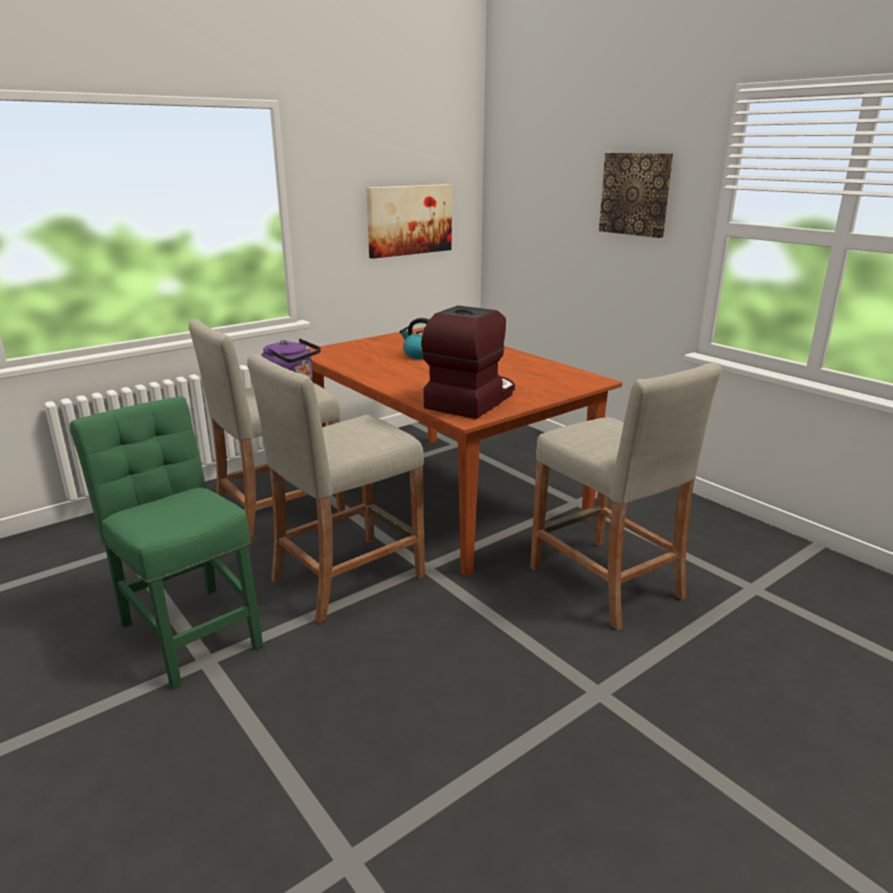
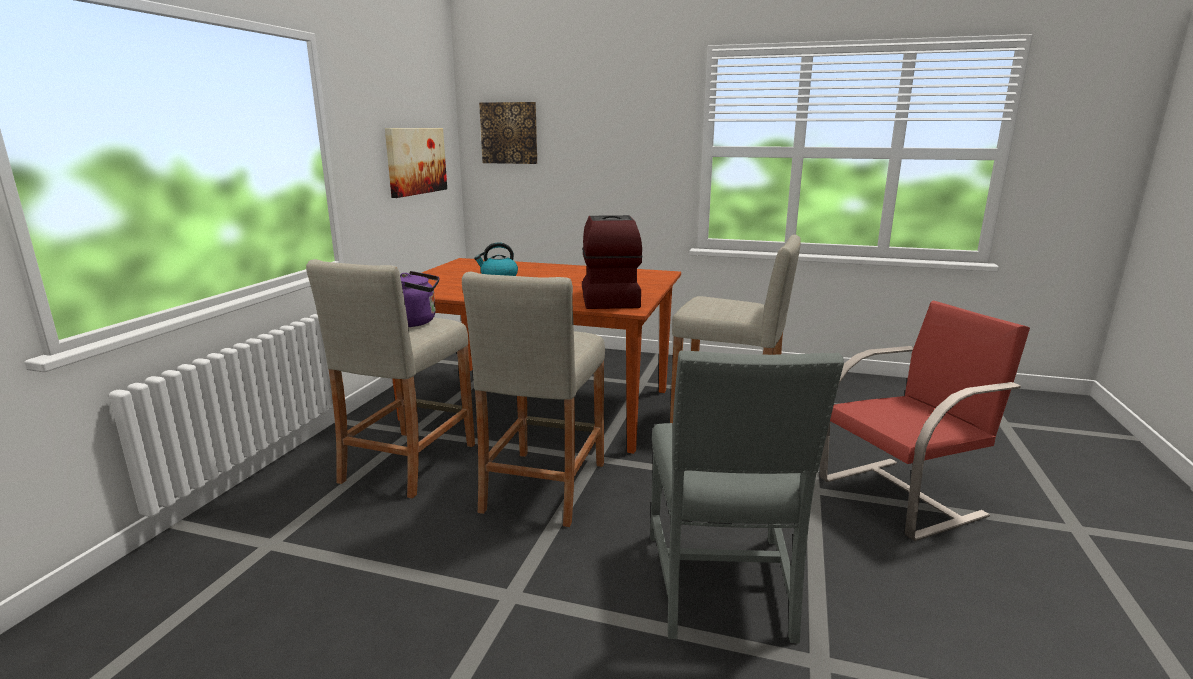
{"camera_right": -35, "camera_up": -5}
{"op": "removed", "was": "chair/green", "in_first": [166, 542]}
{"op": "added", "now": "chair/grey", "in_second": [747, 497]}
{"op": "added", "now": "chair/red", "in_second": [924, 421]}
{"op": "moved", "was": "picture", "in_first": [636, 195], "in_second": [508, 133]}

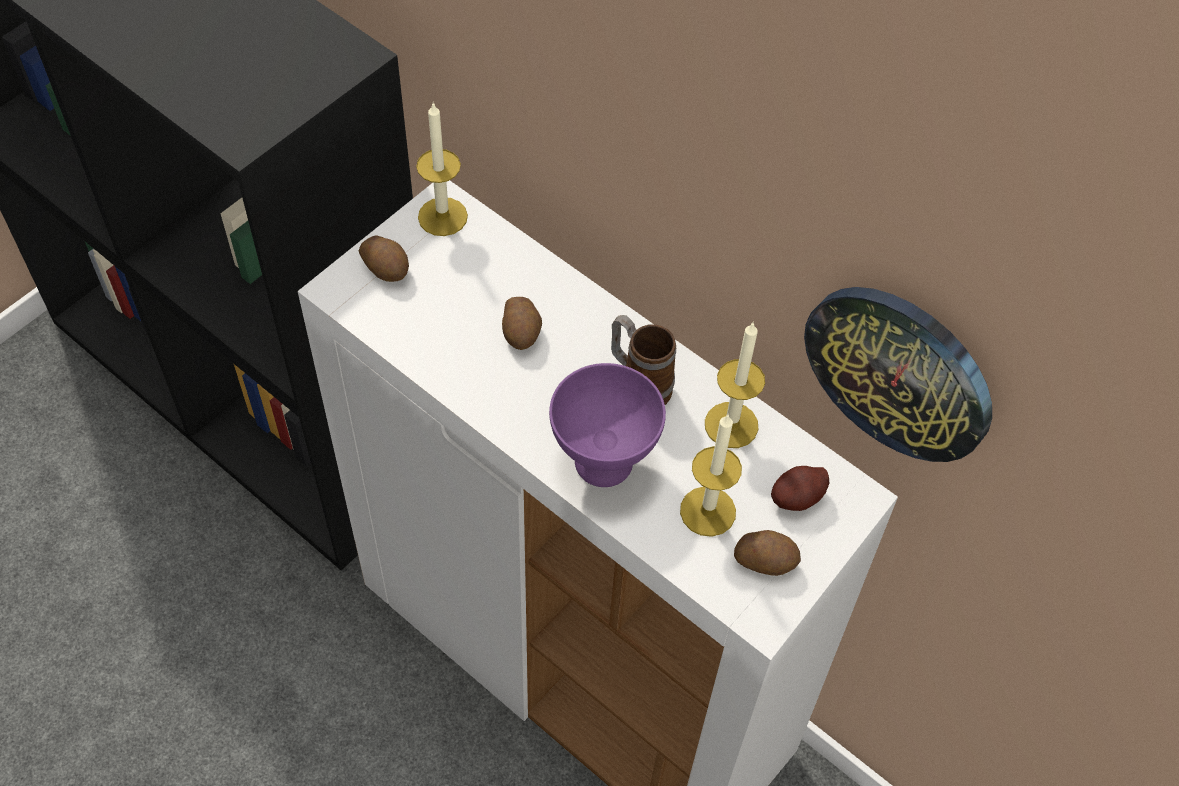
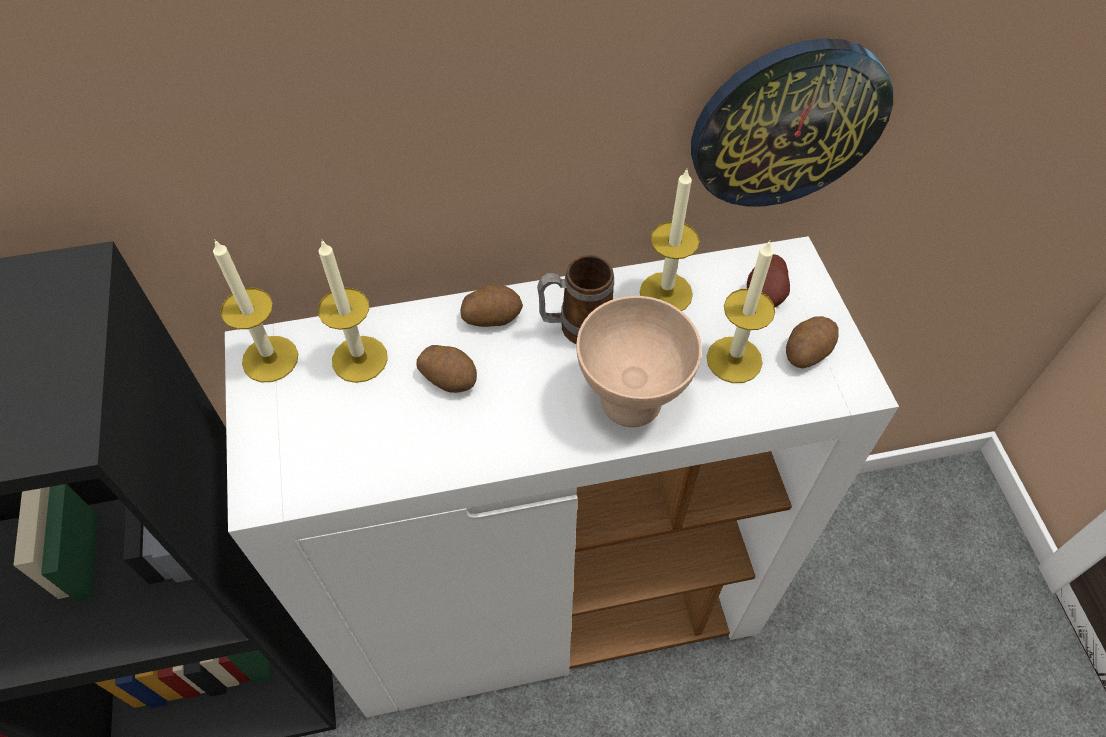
{"camera_right": -50, "camera_up": 0}
{"op": "added", "now": "candle", "in_second": [353, 311]}
{"op": "moved", "was": "potato", "in_first": [384, 258], "in_second": [491, 306]}
{"op": "recoloured", "was": "bowl/purple", "now": "bowl/beige", "in_first": [607, 425], "in_second": [639, 361]}

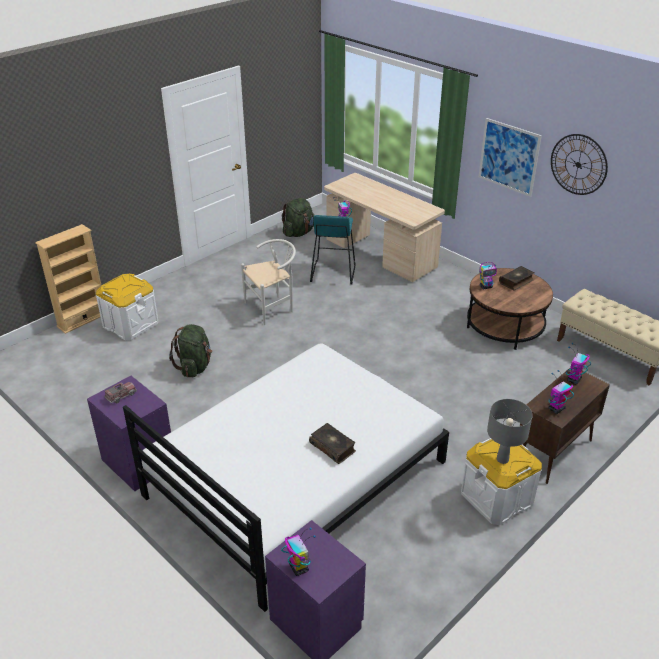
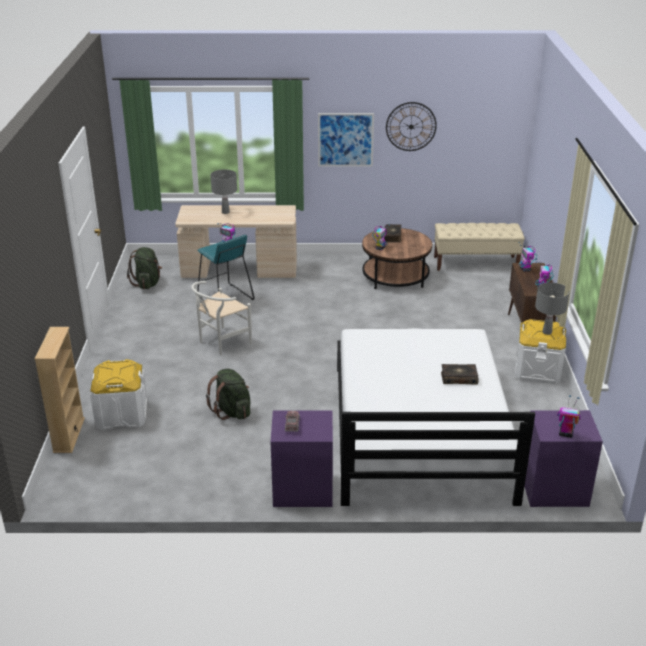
{"camera_right": -45, "camera_up": -5}
{"op": "added", "now": "table lamp/grey", "in_second": [224, 191]}
{"op": "turned", "was": "chair/white", "in_first": [268, 282], "in_second": [221, 318], "clockwise": -150}

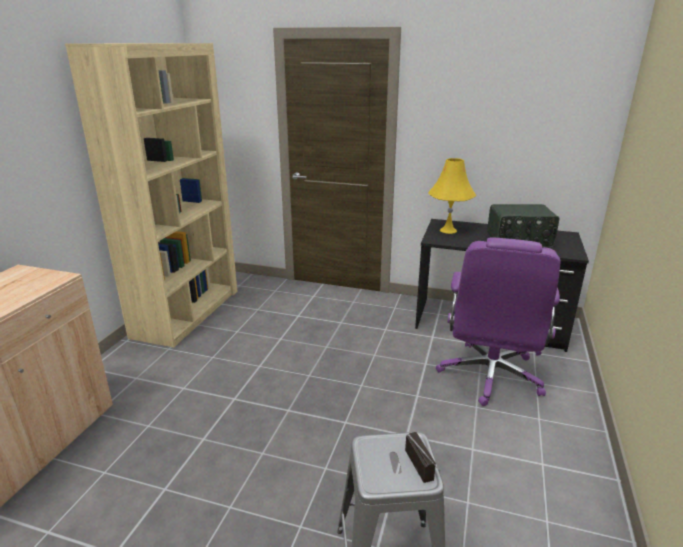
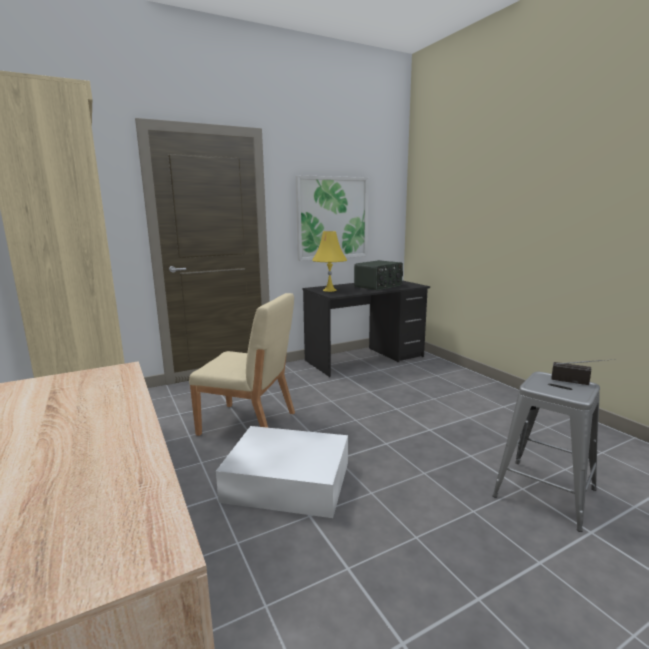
{"camera_right": -45, "camera_up": -10}
{"op": "removed", "was": "office chair/purple", "in_first": [498, 322]}
{"op": "added", "now": "chair/beige", "in_second": [242, 364]}
{"op": "added", "now": "storage box/white", "in_second": [282, 472]}
{"op": "added", "now": "picture", "in_second": [332, 218]}

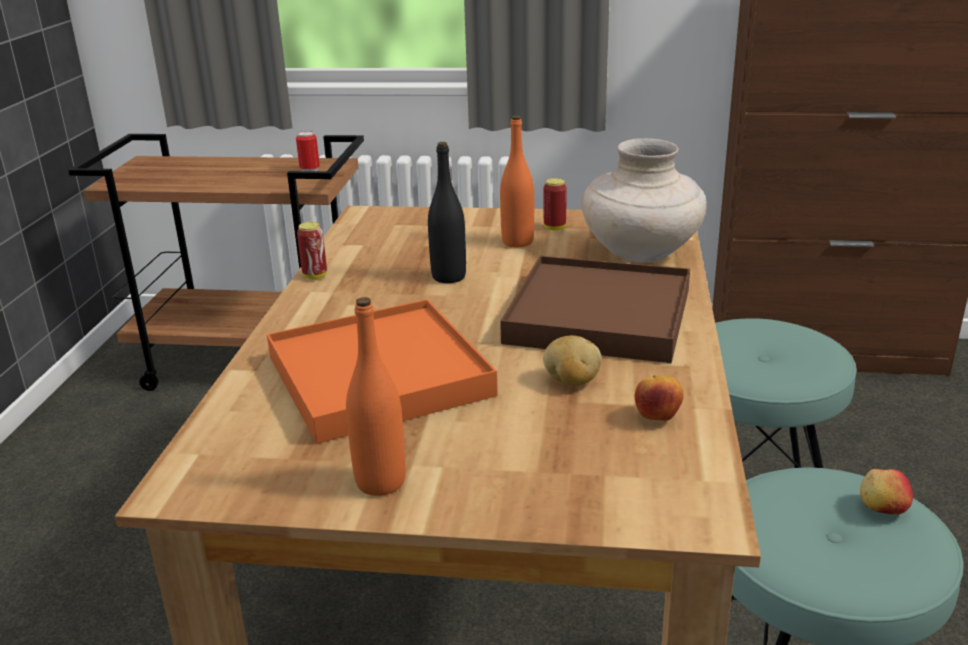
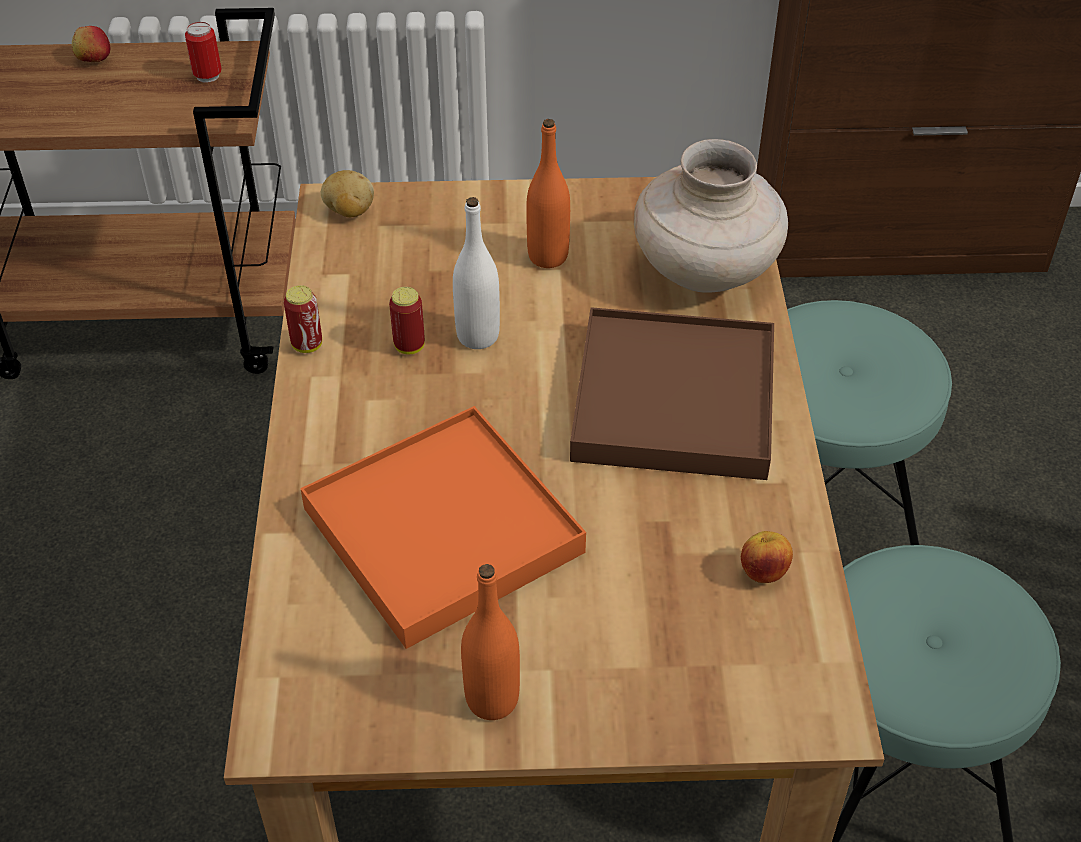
{"camera_right": -10, "camera_up": 20}
{"op": "moved", "was": "potato", "in_first": [572, 360], "in_second": [347, 193]}
{"op": "moved", "was": "can", "in_first": [555, 204], "in_second": [407, 320]}
{"op": "moved", "was": "apple", "in_first": [886, 491], "in_second": [91, 44]}
{"op": "recoloured", "was": "bottle/black", "now": "bottle/white", "in_first": [447, 212], "in_second": [476, 273]}

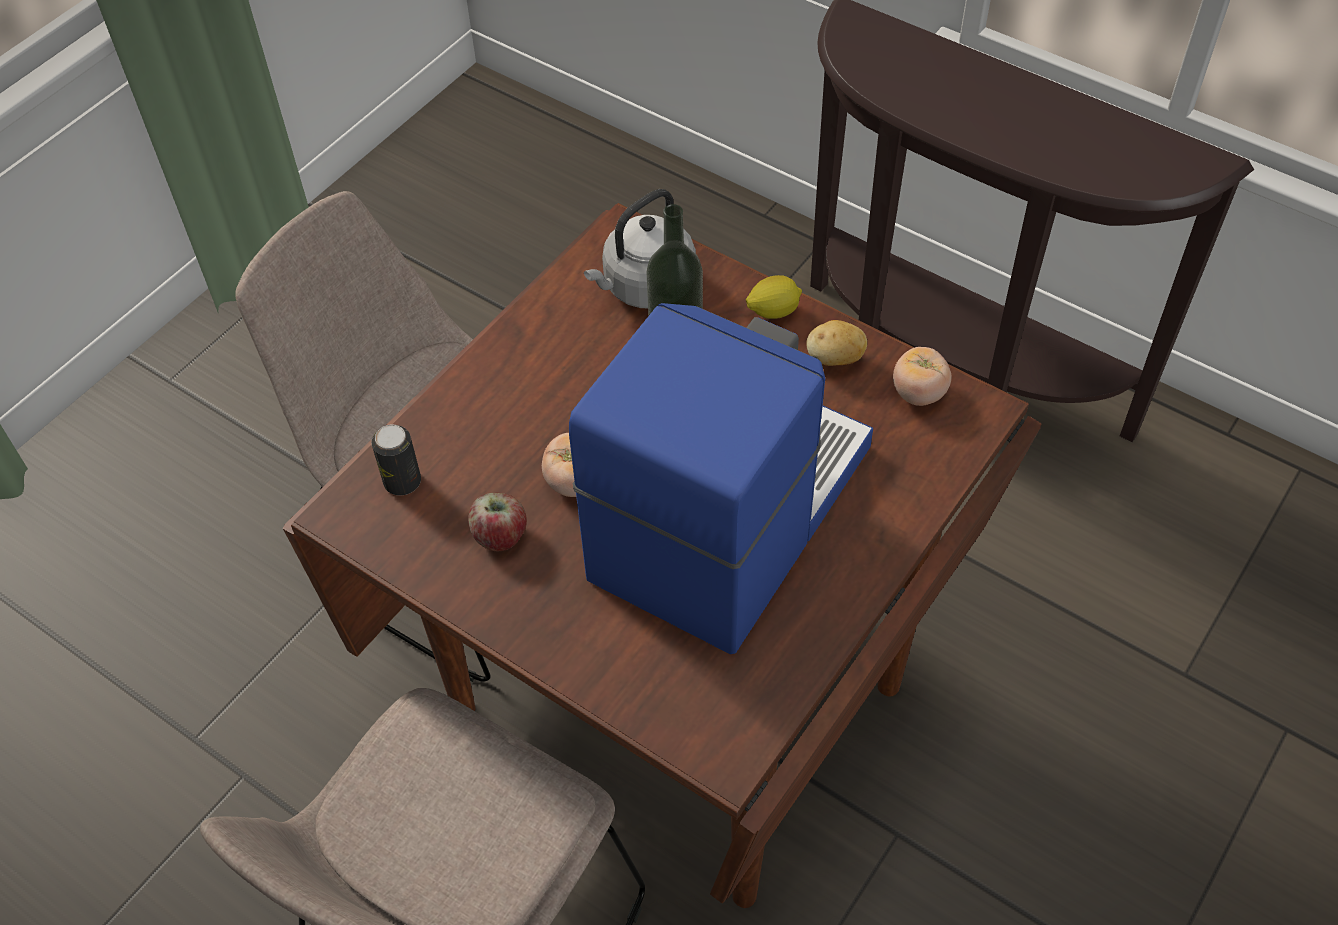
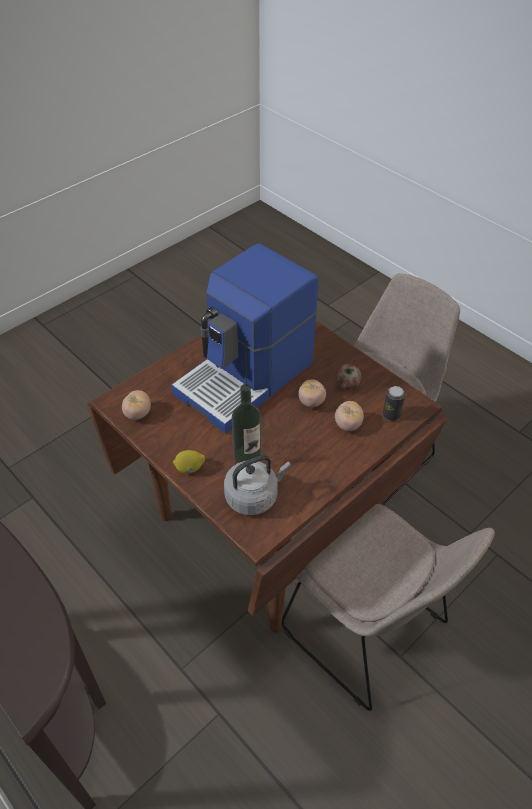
{"camera_right": -170, "camera_up": -5}
{"op": "removed", "was": "potato", "in_first": [836, 343]}
{"op": "added", "now": "tomato", "in_second": [349, 416]}

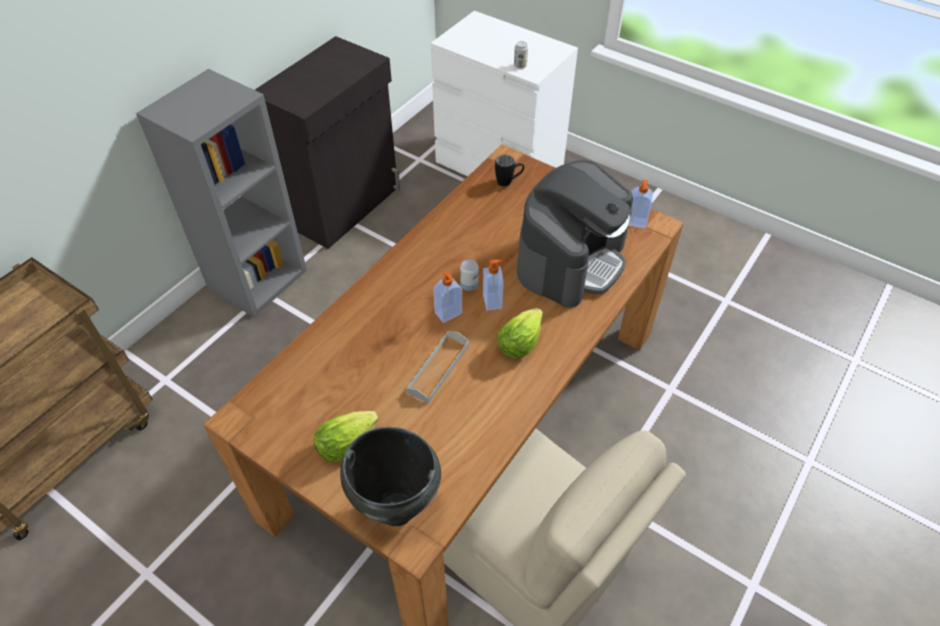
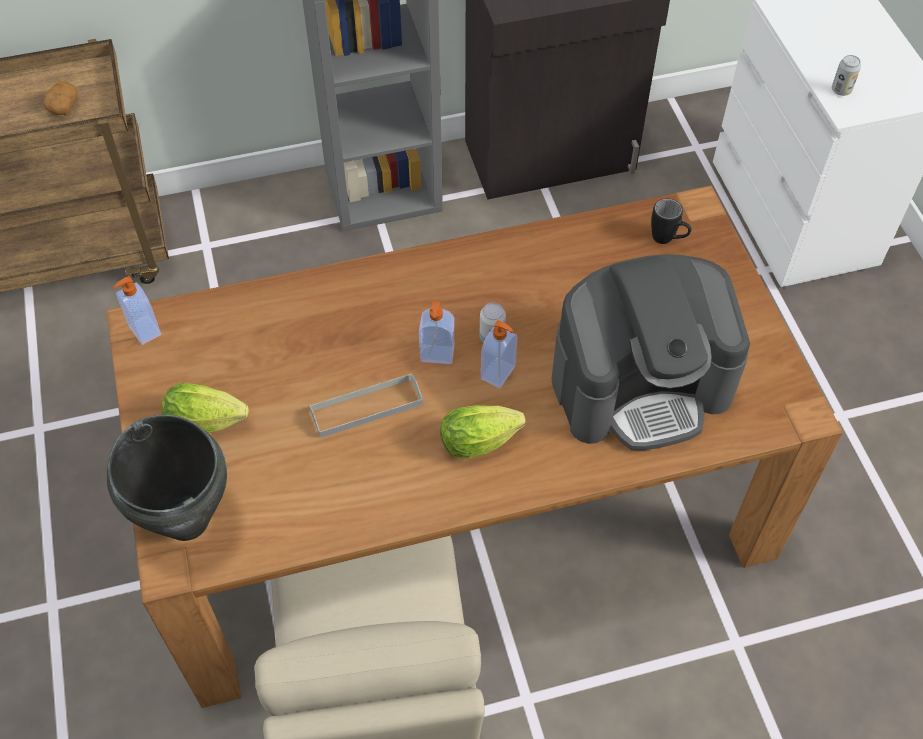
{"camera_right": 40, "camera_up": 5}
{"op": "added", "now": "potato", "in_second": [60, 98]}
{"op": "moved", "was": "soap dispenser", "in_first": [641, 203], "in_second": [137, 310]}

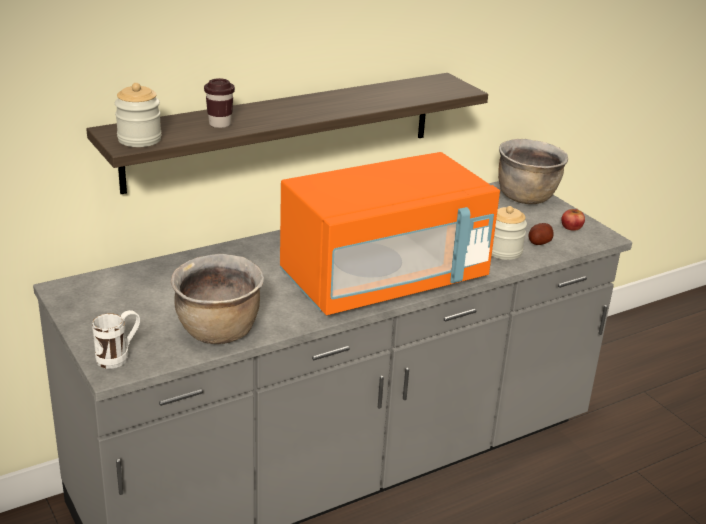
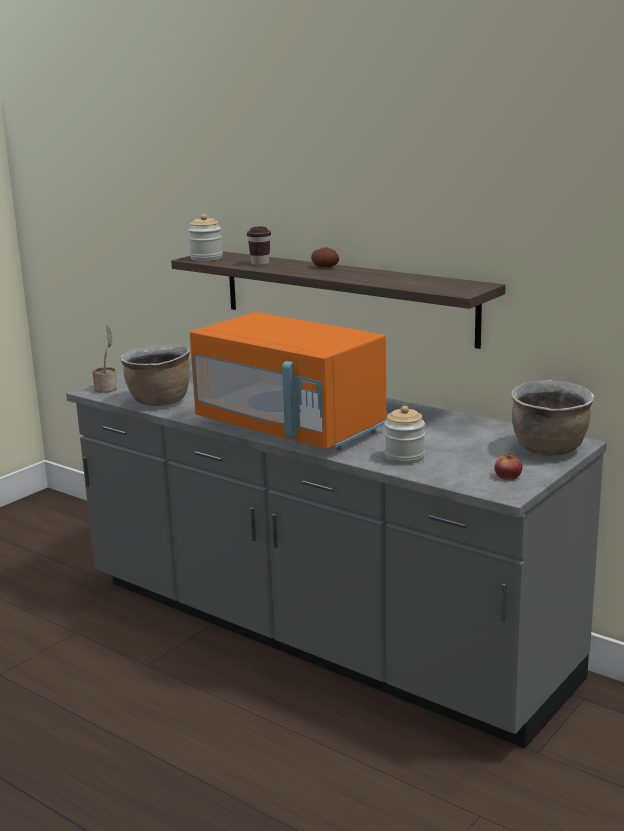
{"camera_right": 70, "camera_up": -10}
{"op": "moved", "was": "potato", "in_first": [541, 234], "in_second": [325, 257]}
{"op": "replaced", "was": "mug/white", "now": "potted plant", "in_first": [116, 339], "in_second": [105, 359]}

